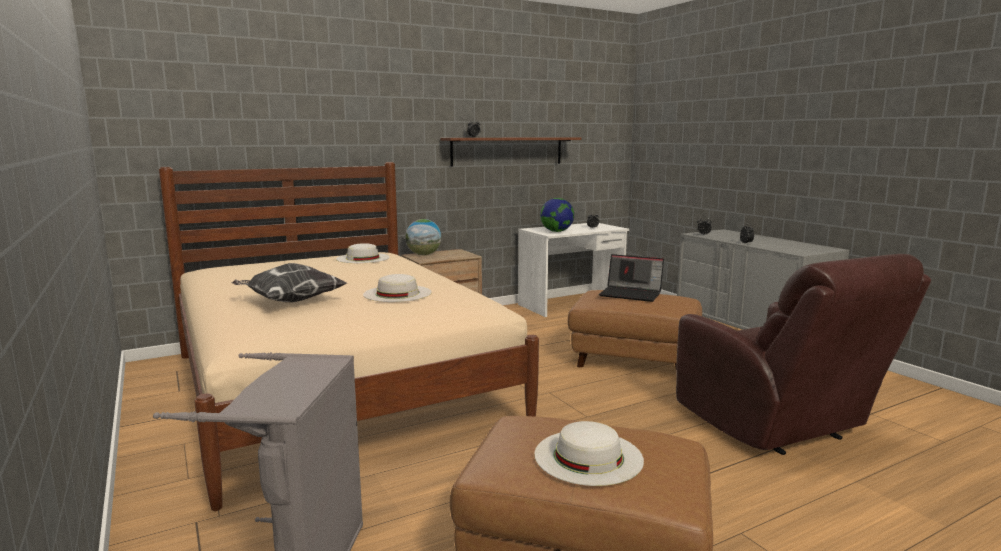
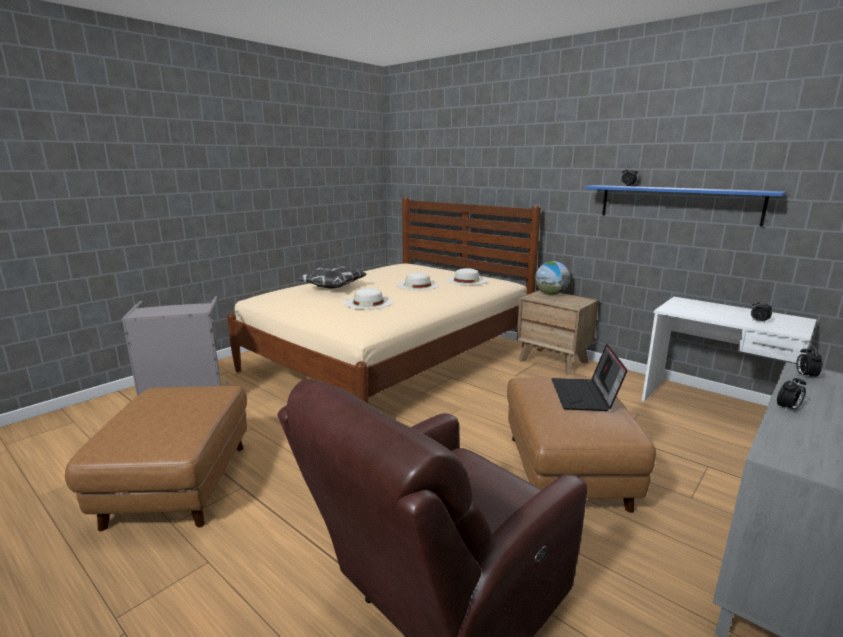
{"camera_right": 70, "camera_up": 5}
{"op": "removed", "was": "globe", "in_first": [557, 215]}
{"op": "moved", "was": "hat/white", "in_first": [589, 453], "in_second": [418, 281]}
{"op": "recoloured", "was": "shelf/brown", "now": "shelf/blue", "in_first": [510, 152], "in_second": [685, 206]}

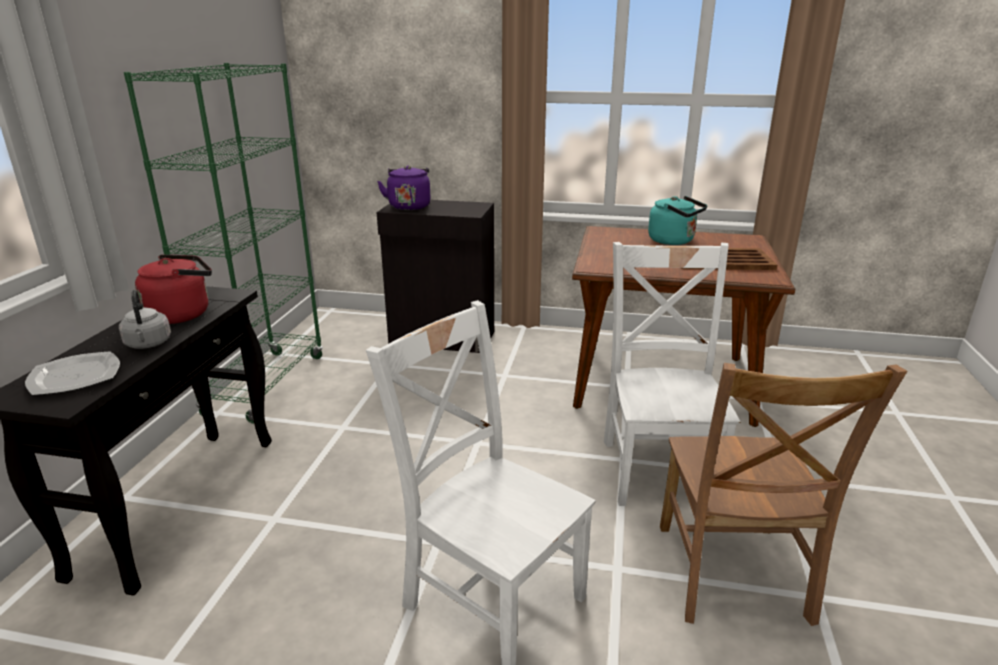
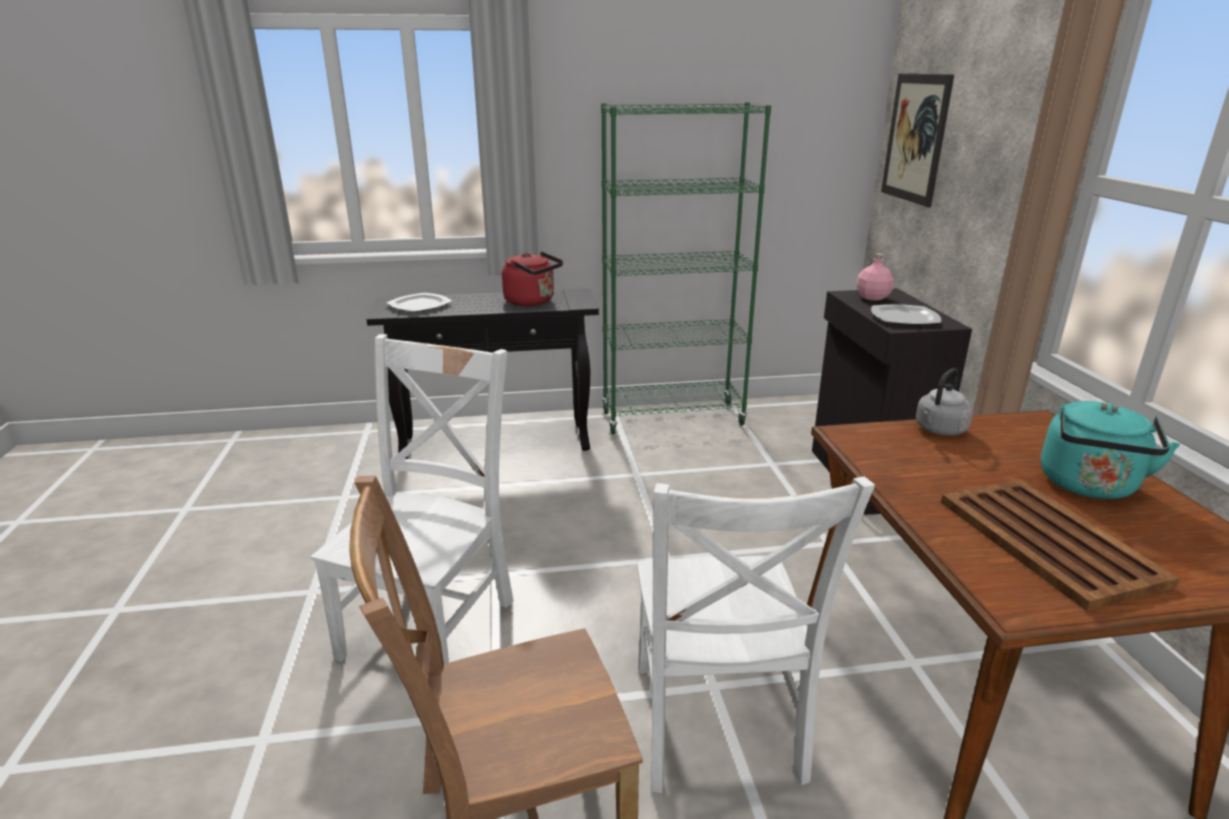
{"camera_right": 70, "camera_up": 0}
{"op": "added", "now": "plate", "in_second": [906, 314]}
{"op": "added", "now": "picture", "in_second": [917, 140]}
{"op": "moved", "was": "kettle/grey", "in_first": [145, 319], "in_second": [944, 402]}
{"op": "replaced", "was": "kettle/purple", "now": "bottle/pink", "in_first": [404, 187], "in_second": [875, 277]}
{"op": "turned", "was": "chair/white", "in_first": [672, 374], "in_second": [756, 634], "clockwise": 105}

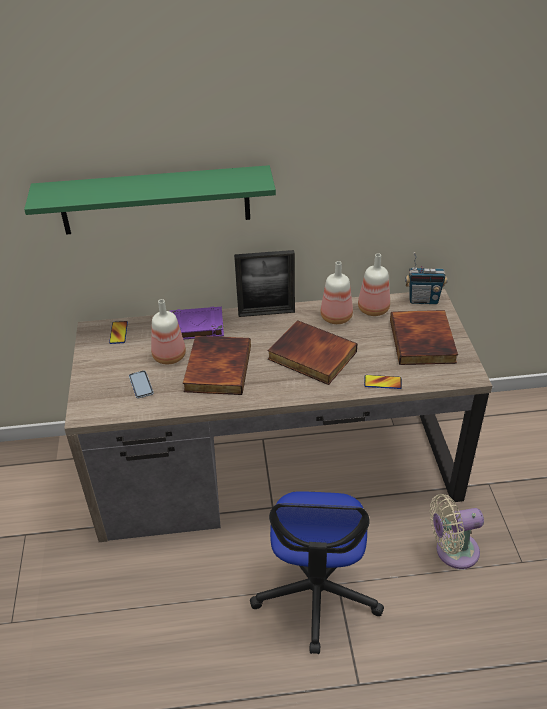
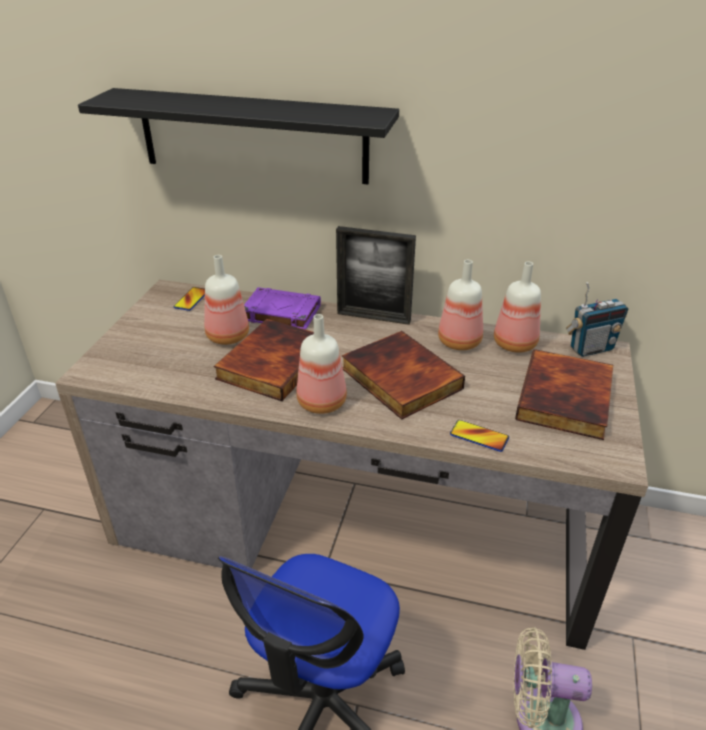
{"camera_right": 20, "camera_up": -5}
{"op": "removed", "was": "phone", "in_first": [141, 384]}
{"op": "added", "now": "bottle", "in_second": [321, 364]}
{"op": "recoloured", "was": "shelf/green", "now": "shelf/black", "in_first": [150, 200], "in_second": [238, 136]}
{"op": "turned", "was": "radio", "in_first": [426, 278], "in_second": [597, 319], "clockwise": -45}

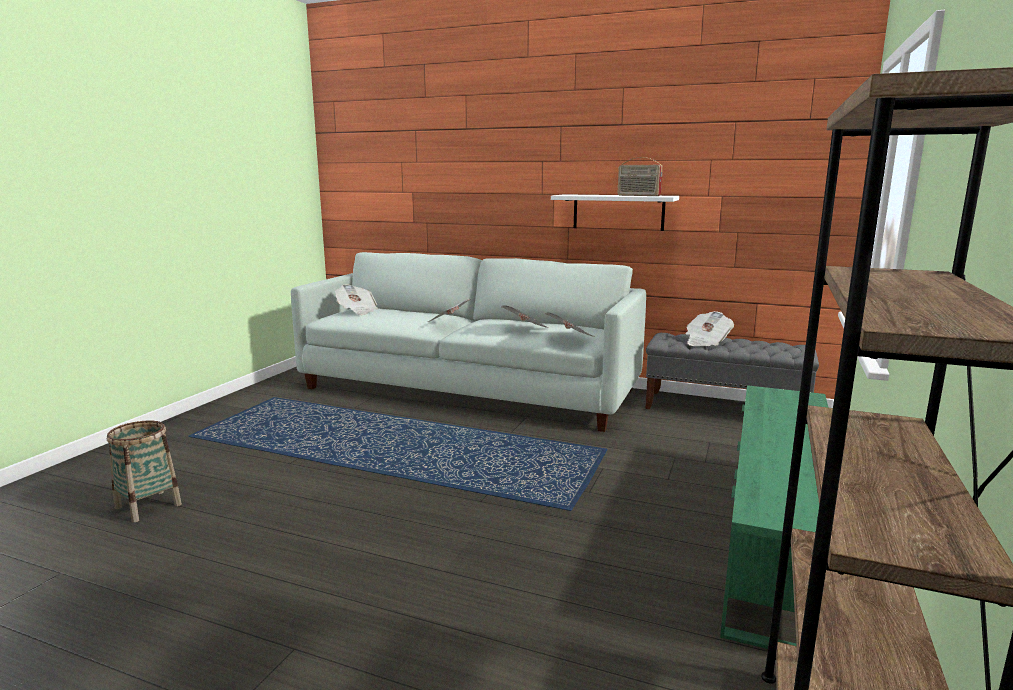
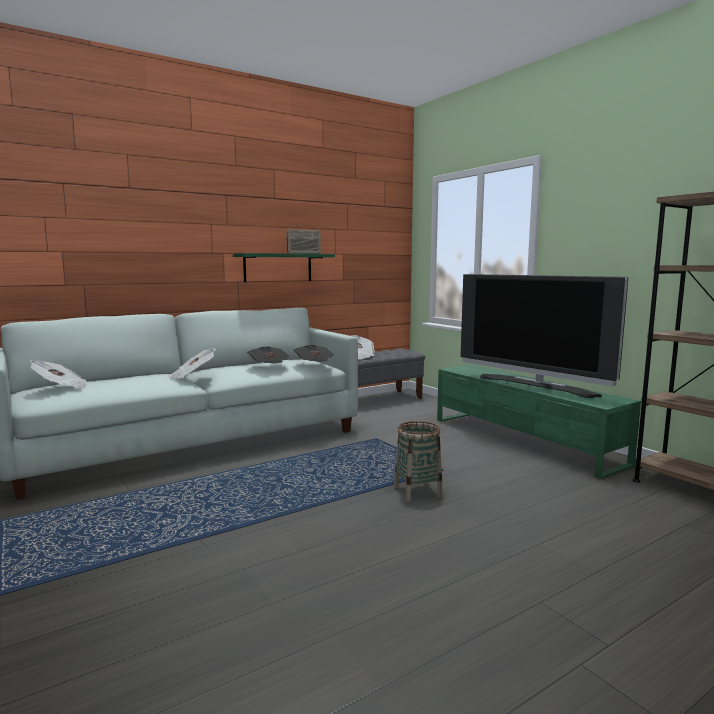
{"camera_right": -55, "camera_up": -5}
{"op": "added", "now": "television", "in_second": [544, 336]}
{"op": "moved", "was": "basket", "in_first": [144, 471], "in_second": [418, 461]}
{"op": "recoloured", "was": "shelf/white", "now": "shelf/green", "in_first": [615, 212], "in_second": [284, 267]}

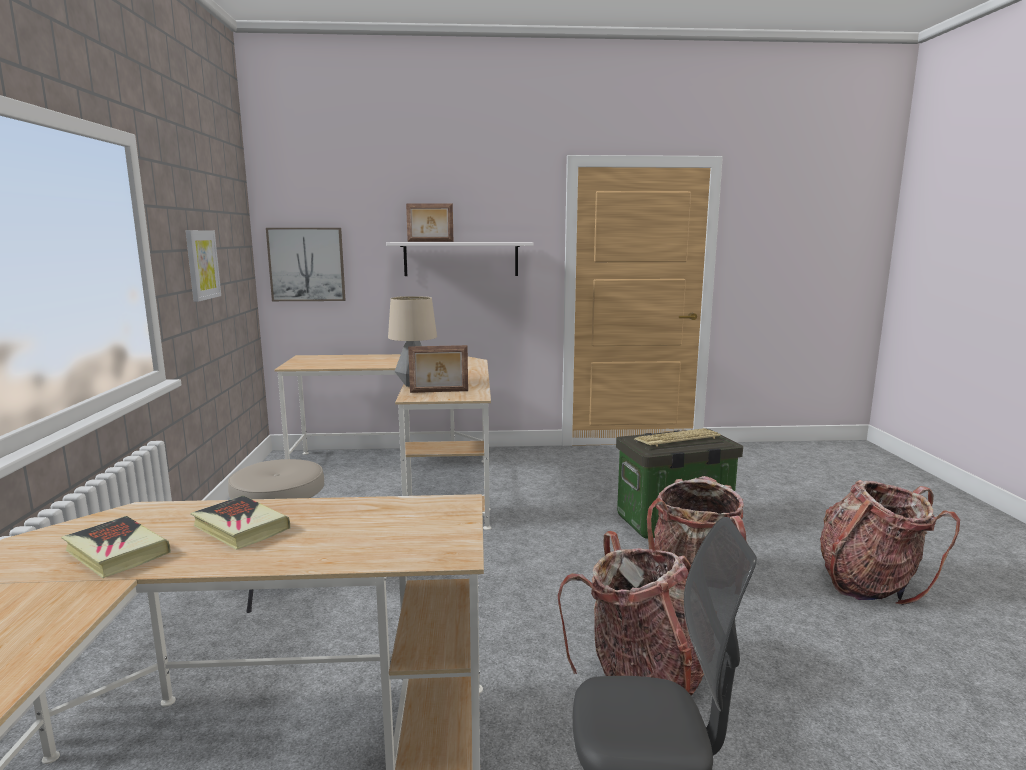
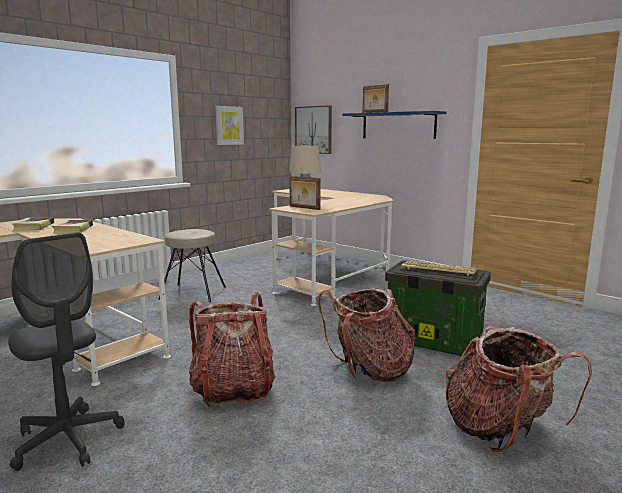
{"camera_right": 45, "camera_up": 0}
{"op": "recoloured", "was": "shelf/white", "now": "shelf/blue", "in_first": [460, 259], "in_second": [394, 125]}

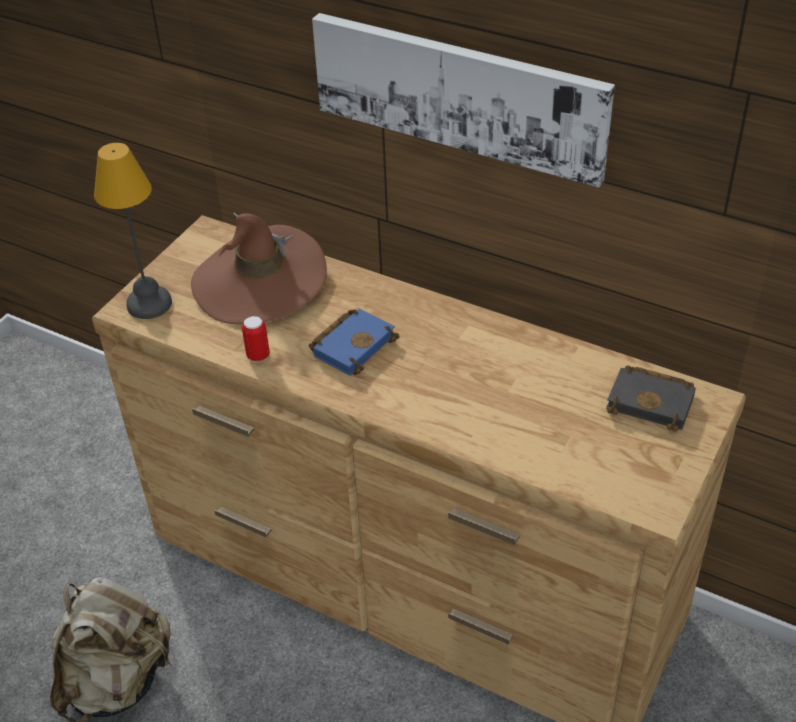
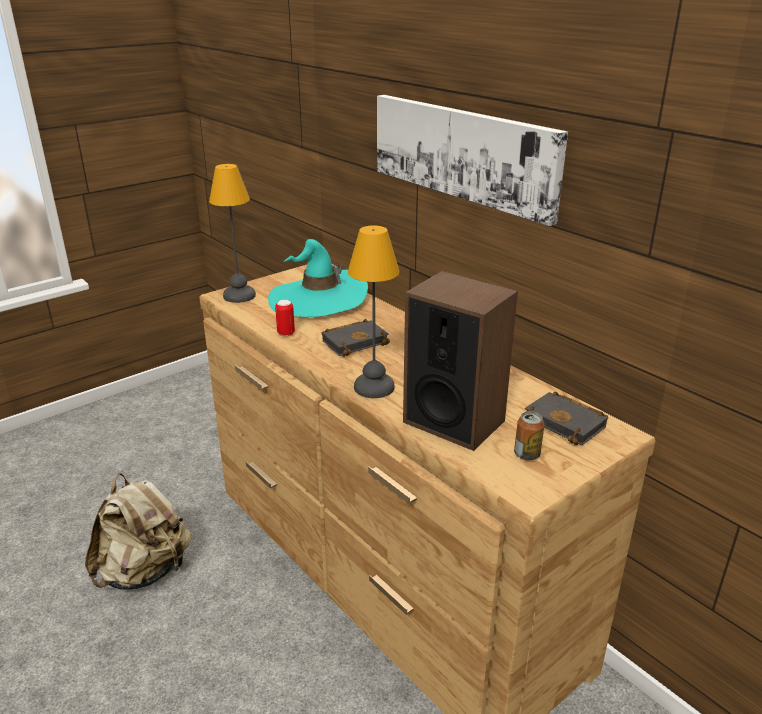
{"camera_right": 20, "camera_up": -15}
{"op": "added", "now": "table lamp", "in_second": [374, 311]}
{"op": "added", "now": "speaker", "in_second": [460, 361]}
{"op": "added", "now": "can", "in_second": [529, 435]}
{"op": "recoloured", "was": "hat/brown", "now": "hat/turquoise", "in_first": [259, 268], "in_second": [318, 278]}
{"op": "recoloured", "was": "book/blue", "now": "book/black", "in_first": [354, 342], "in_second": [355, 338]}

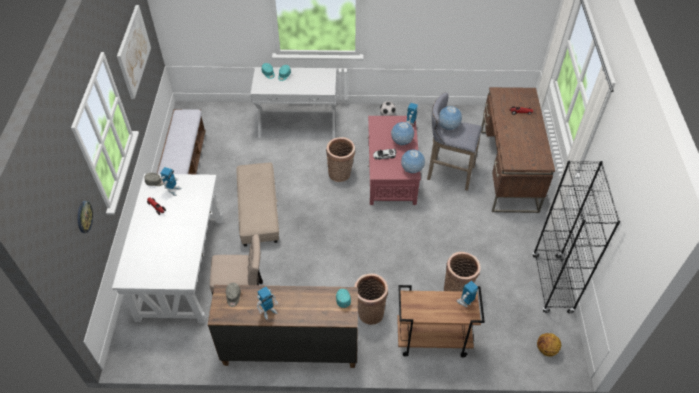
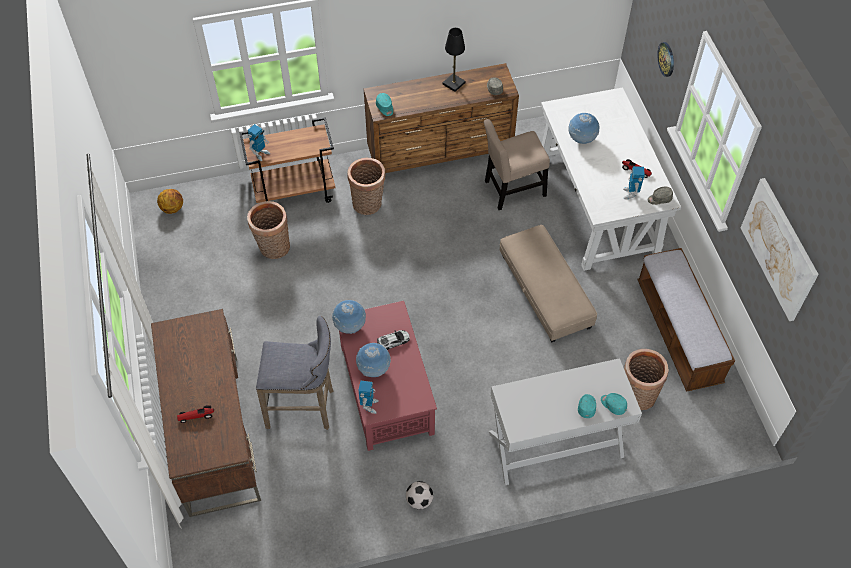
{"camera_right": 165, "camera_up": 5}
{"op": "removed", "was": "bookcase/black", "in_first": [576, 237]}
{"op": "moved", "was": "basket", "in_first": [340, 159], "in_second": [646, 379]}
{"op": "moved", "was": "globe", "in_first": [450, 118], "in_second": [583, 128]}
{"op": "replaced", "was": "toy robot", "now": "table lamp/black", "in_first": [267, 303], "in_second": [454, 60]}

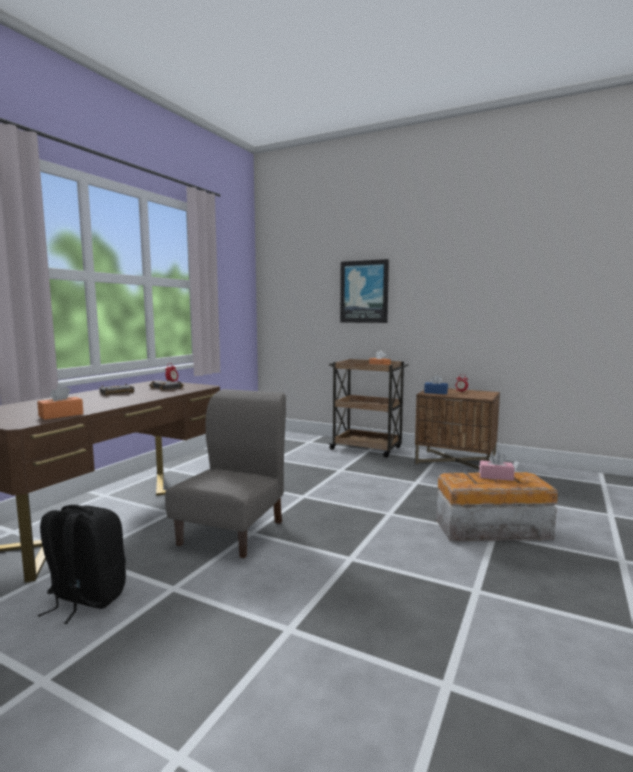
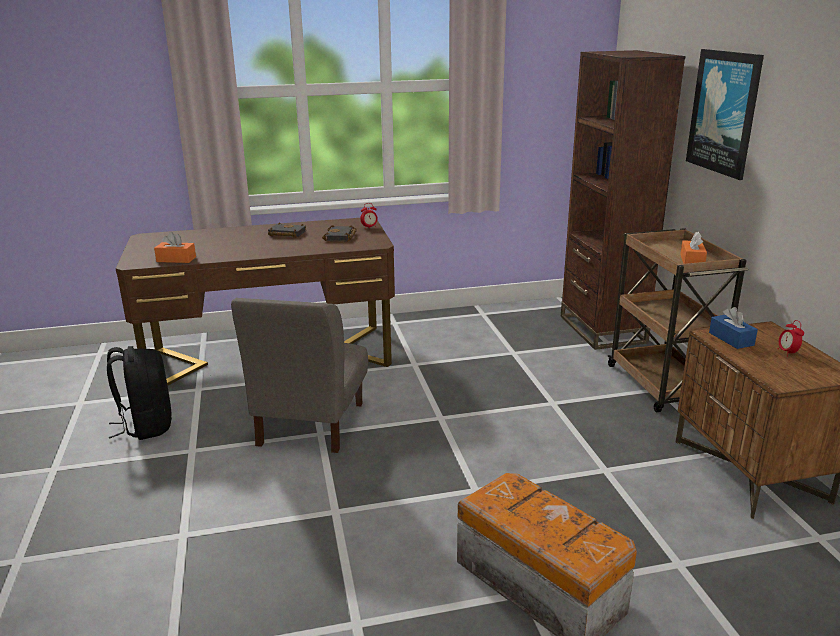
{"camera_right": 50, "camera_up": 15}
{"op": "removed", "was": "tissue box/pink", "in_first": [497, 466]}
{"op": "added", "now": "bookcase/brown", "in_second": [623, 200]}
{"op": "turned", "was": "chair/grey", "in_first": [225, 473], "in_second": [299, 375], "clockwise": 120}

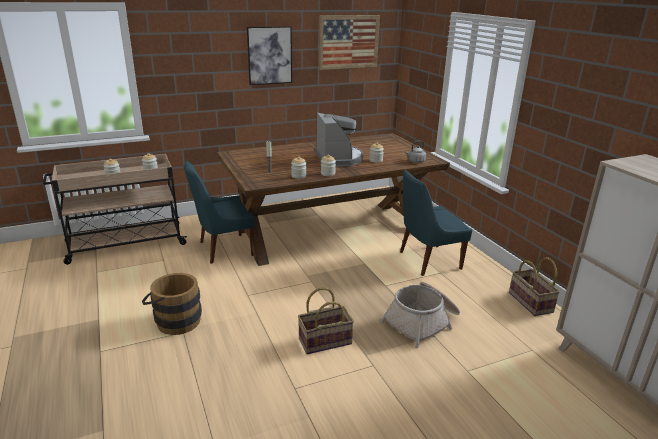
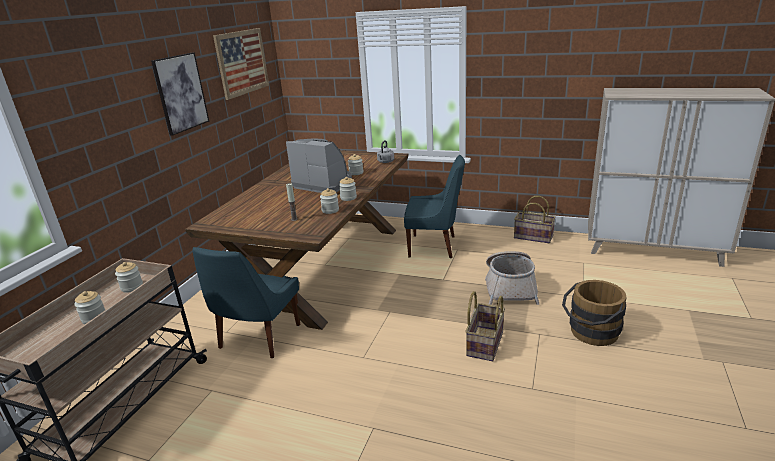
{"camera_right": -45, "camera_up": 0}
{"op": "moved", "was": "bucket/brown", "in_first": [172, 304], "in_second": [594, 313]}
{"op": "turned", "was": "chair/blue", "in_first": [436, 223], "in_second": [434, 206], "clockwise": -105}

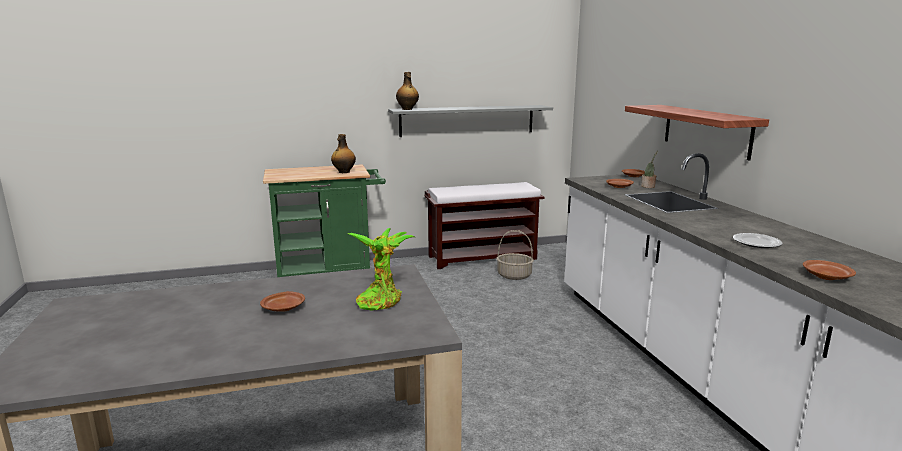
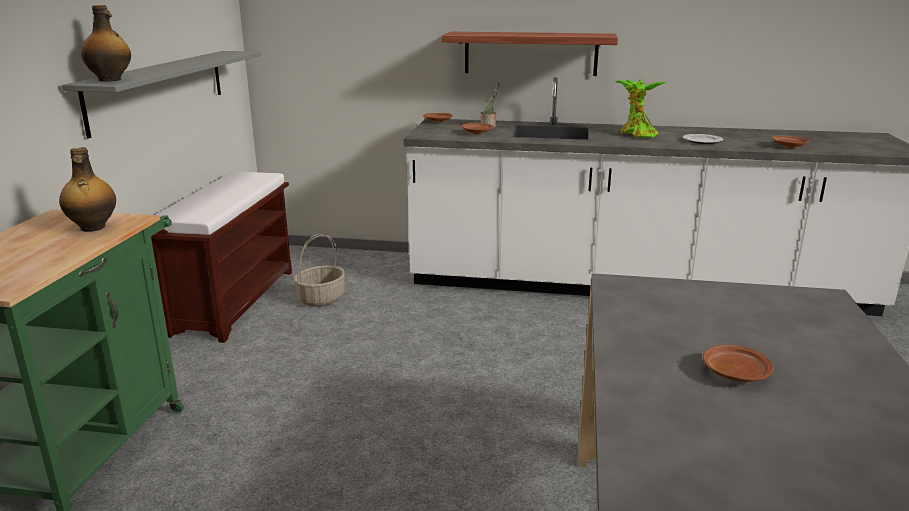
{"camera_right": -65, "camera_up": 5}
{"op": "moved", "was": "potted plant", "in_first": [381, 269], "in_second": [641, 108]}

